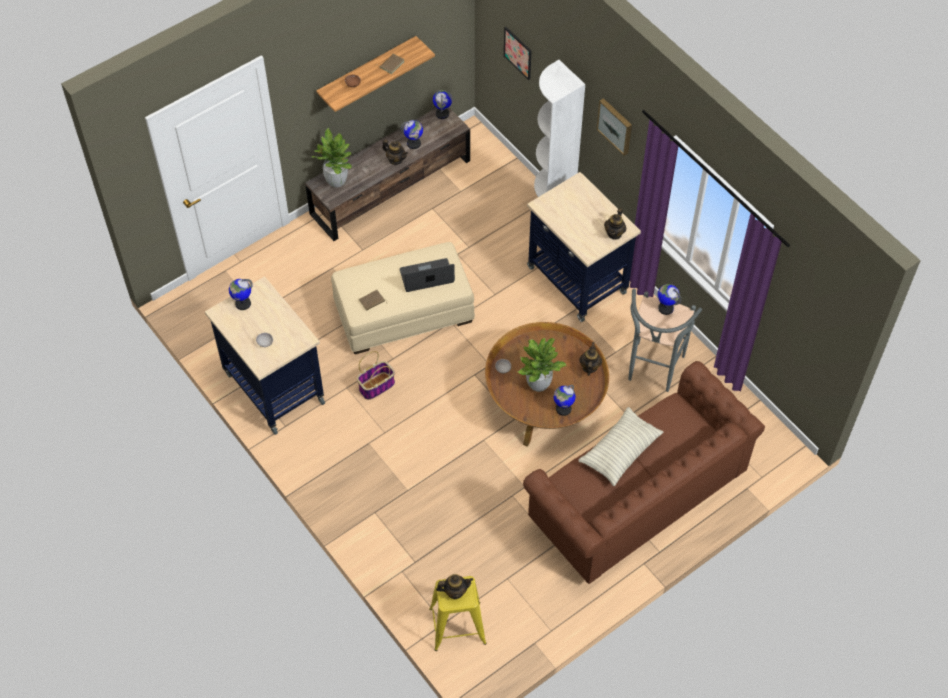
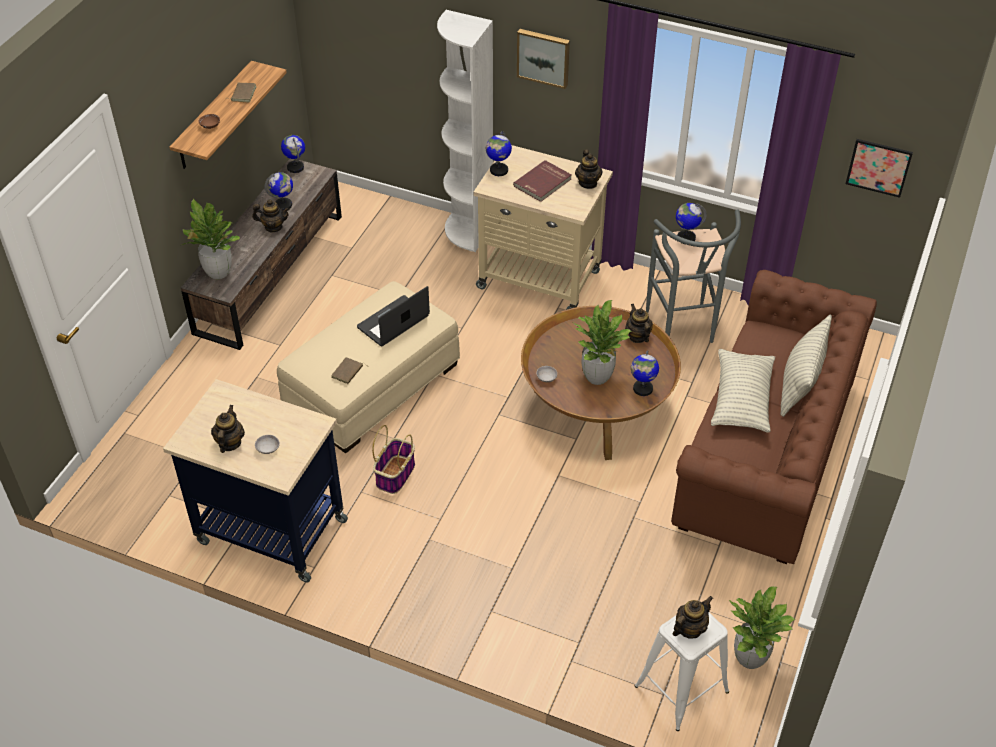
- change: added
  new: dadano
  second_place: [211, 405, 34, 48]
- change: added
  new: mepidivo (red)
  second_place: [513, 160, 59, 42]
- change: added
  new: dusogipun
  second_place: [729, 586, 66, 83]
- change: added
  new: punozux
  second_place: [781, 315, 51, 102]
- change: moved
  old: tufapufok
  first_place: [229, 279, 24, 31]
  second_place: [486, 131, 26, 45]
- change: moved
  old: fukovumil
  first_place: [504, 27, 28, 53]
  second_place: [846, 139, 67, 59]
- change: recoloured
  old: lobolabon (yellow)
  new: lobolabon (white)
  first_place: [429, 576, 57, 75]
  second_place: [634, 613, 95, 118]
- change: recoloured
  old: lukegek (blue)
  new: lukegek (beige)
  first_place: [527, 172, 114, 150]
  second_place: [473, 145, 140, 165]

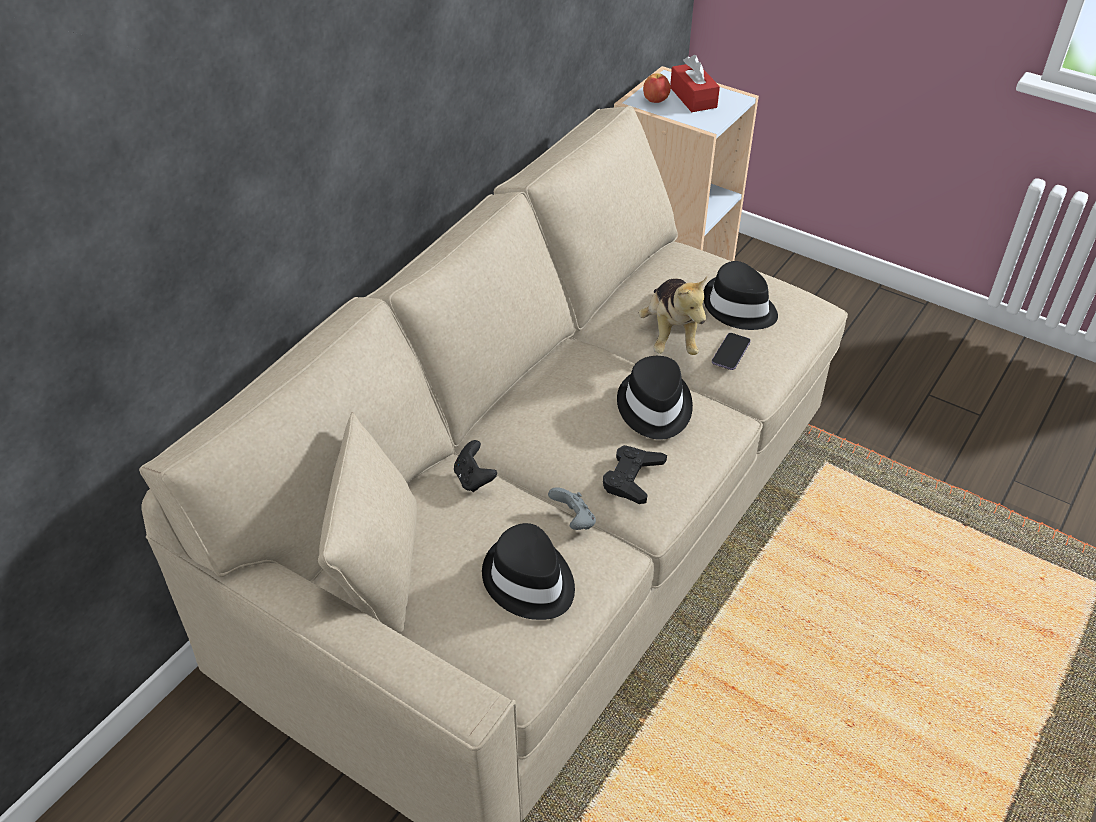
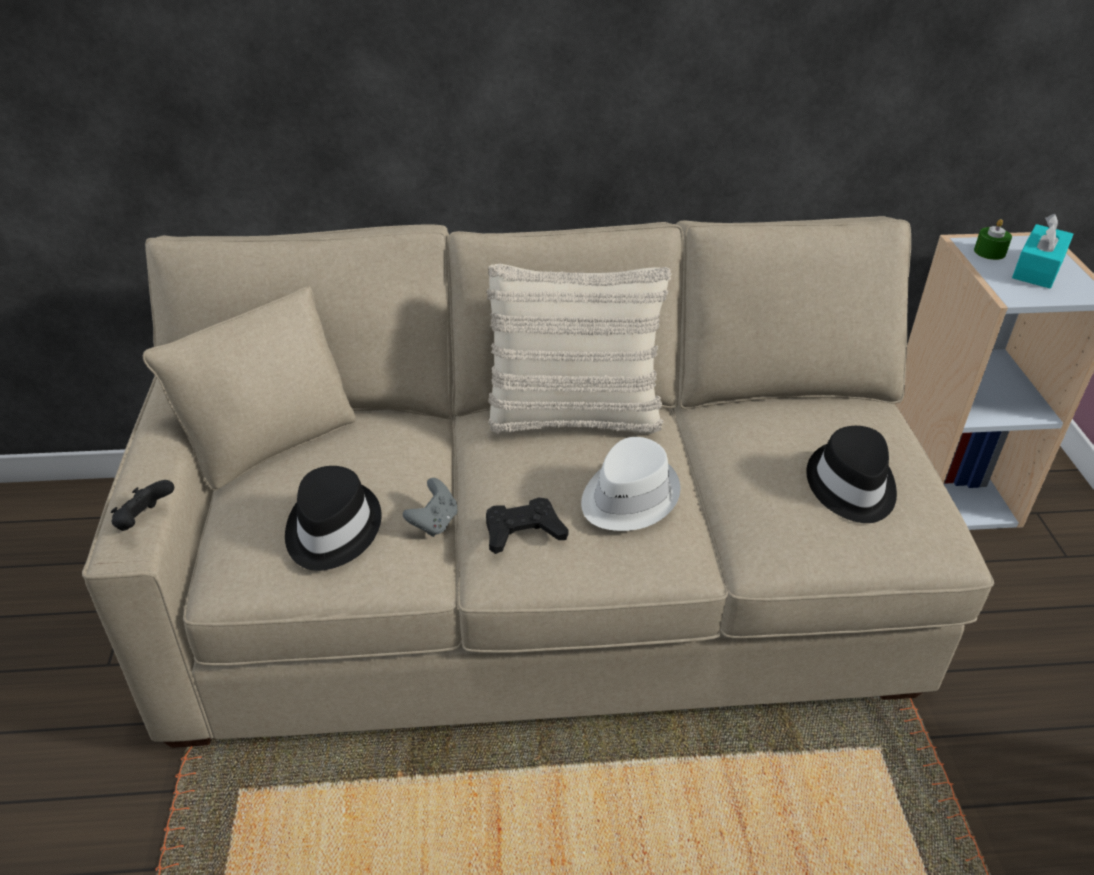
- change: removed
  old: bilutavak
  first_place: [639, 277, 68, 78]
- change: removed
  old: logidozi
  first_place: [712, 333, 39, 37]
- change: added
  new: punozux (beige)
  second_place: [487, 264, 185, 170]
- change: moved
  old: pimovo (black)
  first_place: [454, 440, 43, 52]
  second_place: [111, 480, 63, 51]
- change: replaced
  old: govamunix
  new: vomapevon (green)
  first_place: [643, 73, 28, 30]
  second_place: [974, 219, 38, 41]
- change: recoloured
  old: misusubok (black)
  new: misusubok (white)
  first_place: [617, 356, 76, 84]
  second_place: [581, 437, 99, 94]
- change: recoloured
  old: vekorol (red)
  new: vekorol (turquoise)
  first_place: [670, 55, 50, 57]
  second_place: [1012, 214, 62, 75]

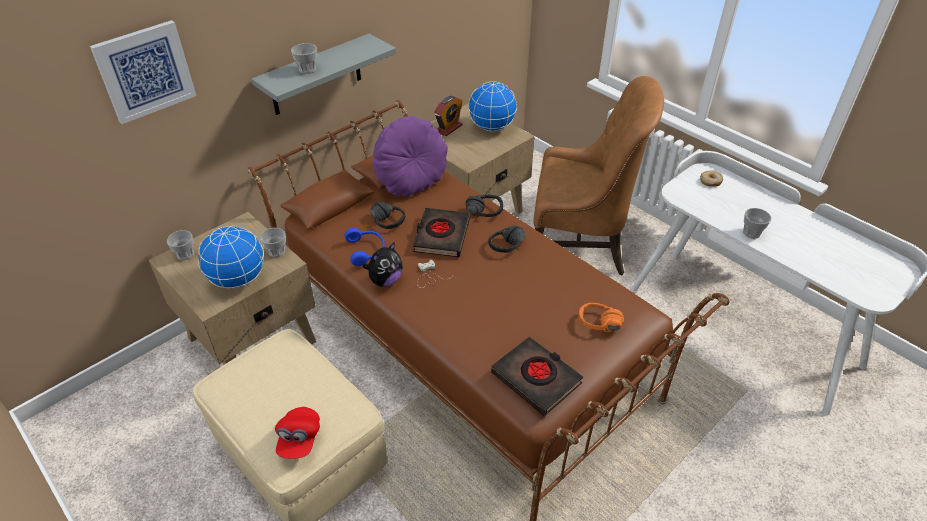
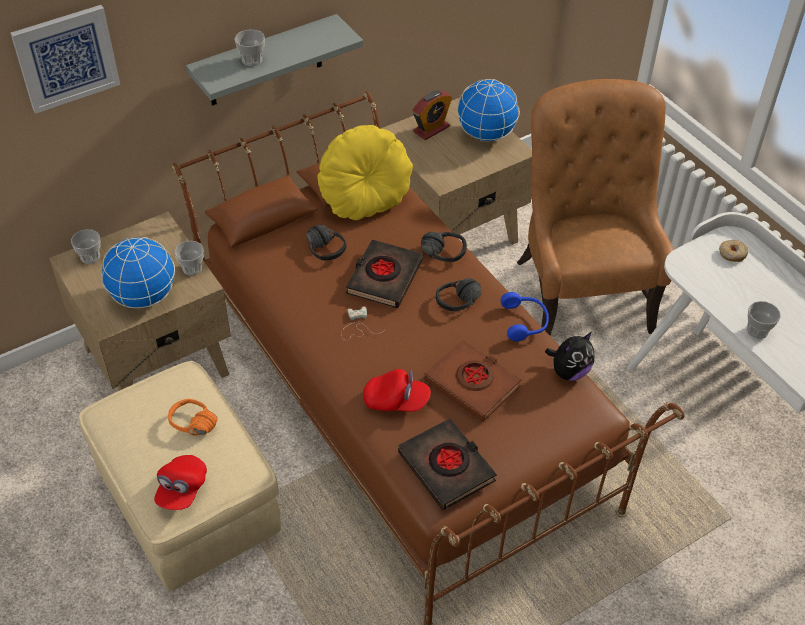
- change: added
  new: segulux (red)
  second_place: [363, 369, 68, 43]
- change: added
  new: mepidivo (brown)
  second_place: [424, 340, 98, 81]
- change: moved
  old: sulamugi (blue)
  first_place: [345, 228, 40, 38]
  second_place: [501, 292, 48, 49]
- change: moved
  old: bilutavak
  first_place: [363, 242, 40, 45]
  second_place: [545, 332, 49, 49]
- change: moved
  old: sulamugi (orange)
  first_place: [578, 303, 46, 29]
  second_place: [168, 399, 49, 37]
- change: recoloured
  old: punozux (purple)
  new: punozux (yellow)
  first_place: [373, 116, 75, 81]
  second_place: [317, 125, 96, 95]
- change: turned
  old: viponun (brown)
  first_place: [533, 76, 131, 200]
  second_place: [517, 79, 157, 256]
  degrees: -120

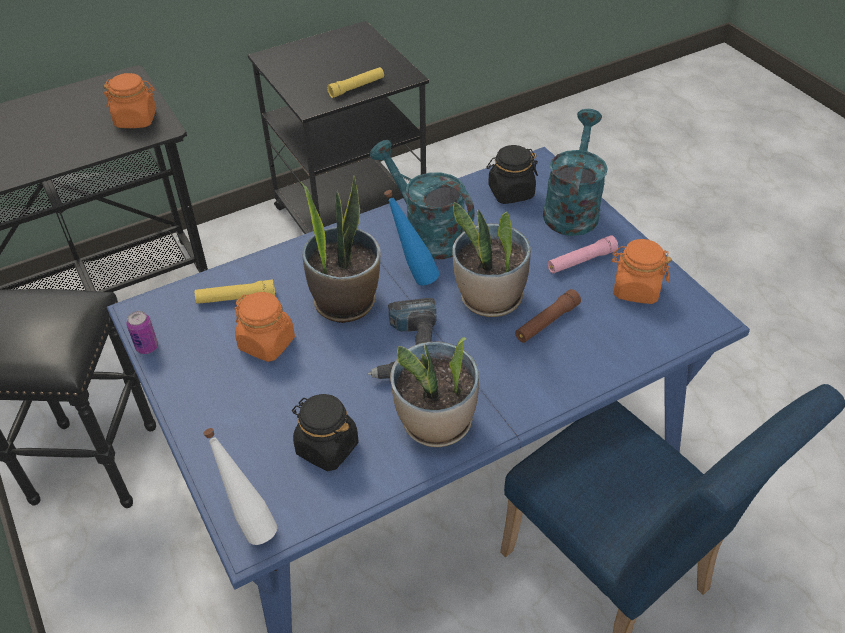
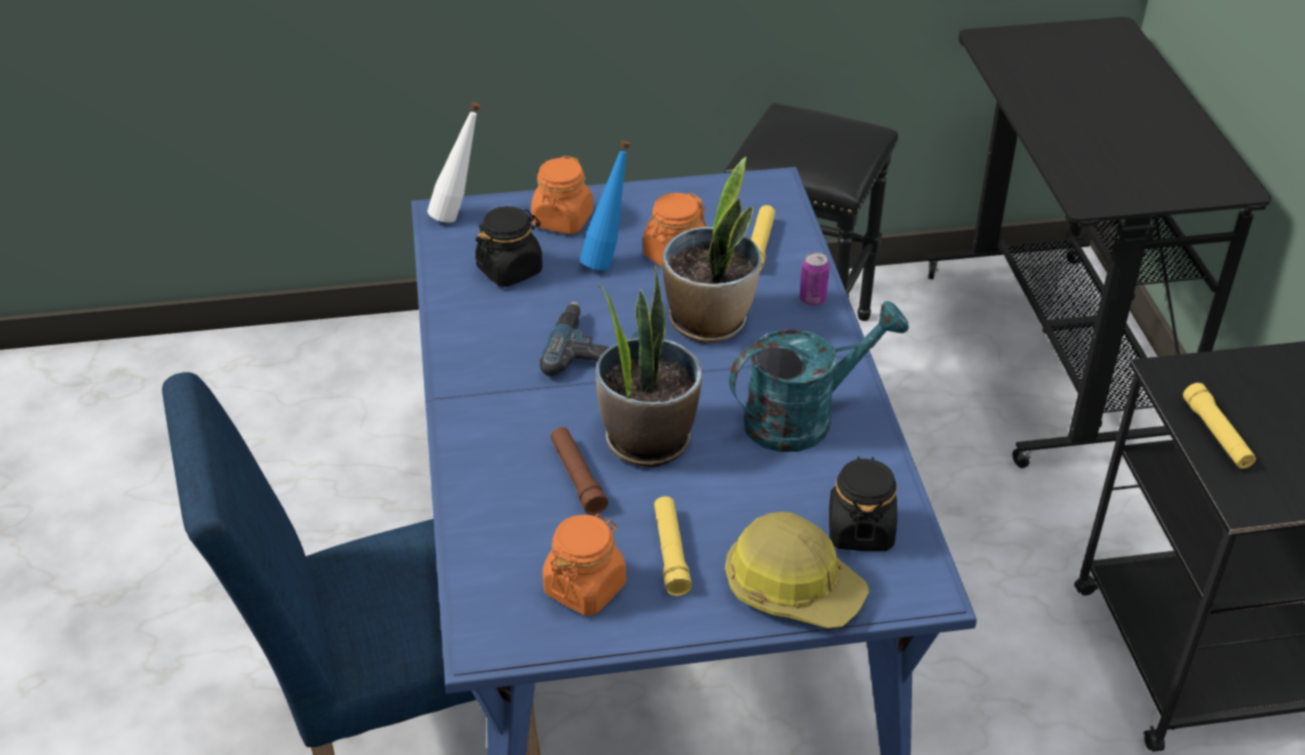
- change: removed
  old: dusogipun
  first_place: [390, 337, 89, 110]
- change: moved
  old: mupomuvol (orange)
  first_place: [104, 73, 52, 55]
  second_place: [531, 156, 62, 78]
- change: moved
  old: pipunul
  first_place: [126, 311, 32, 43]
  second_place: [800, 252, 30, 54]
- change: moved
  old: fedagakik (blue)
  first_place: [384, 190, 56, 95]
  second_place: [580, 141, 50, 129]
- change: replaced
  old: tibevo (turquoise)
  new: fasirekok
  first_place: [543, 109, 65, 127]
  second_place: [725, 512, 145, 116]
- change: recoloured
  old: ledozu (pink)
  new: ledozu (yellow)
  first_place: [547, 235, 71, 39]
  second_place: [654, 496, 38, 100]

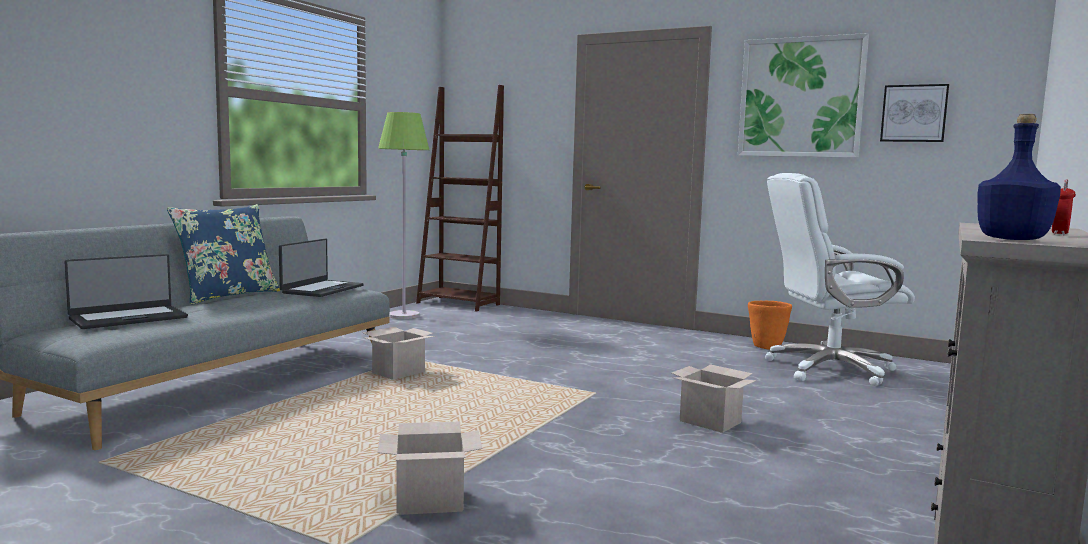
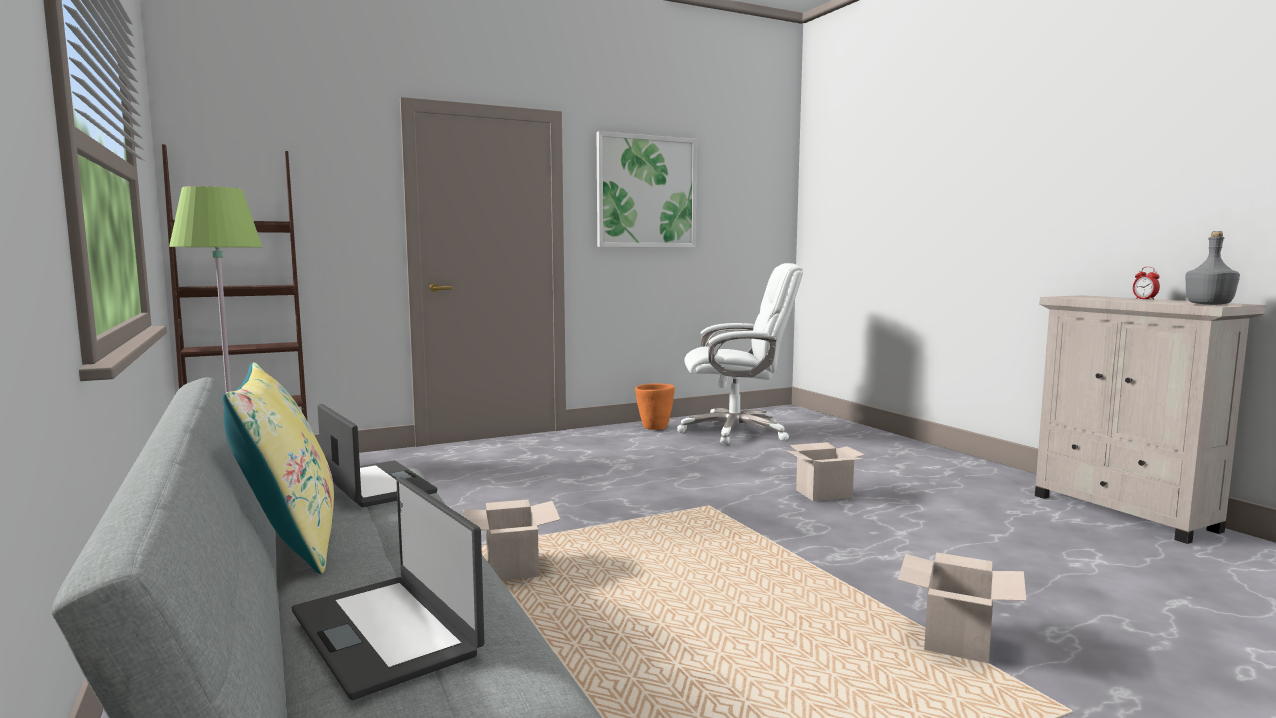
- change: removed
  old: fukovumil
  first_place: [880, 84, 69, 58]
- change: recoloured
  old: punozux (blue)
  new: punozux (yellow)
  first_place: [167, 204, 114, 100]
  second_place: [223, 362, 111, 212]
- change: recoloured
  old: fedagakik (blue)
  new: fedagakik (grey)
  first_place: [978, 114, 83, 126]
  second_place: [1185, 231, 55, 74]
- change: turned
  old: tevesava
  first_place: [64, 254, 124, 75]
  second_place: [292, 477, 192, 223]
  degrees: 150
- change: turned
  old: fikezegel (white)
  first_place: [765, 173, 150, 213]
  second_place: [677, 263, 126, 181]
  degrees: -120

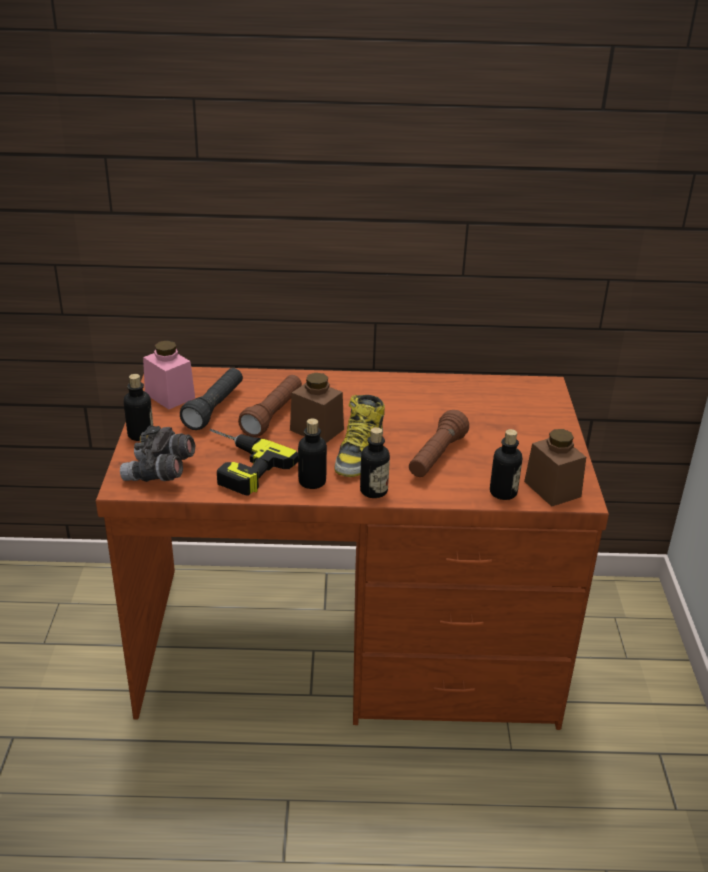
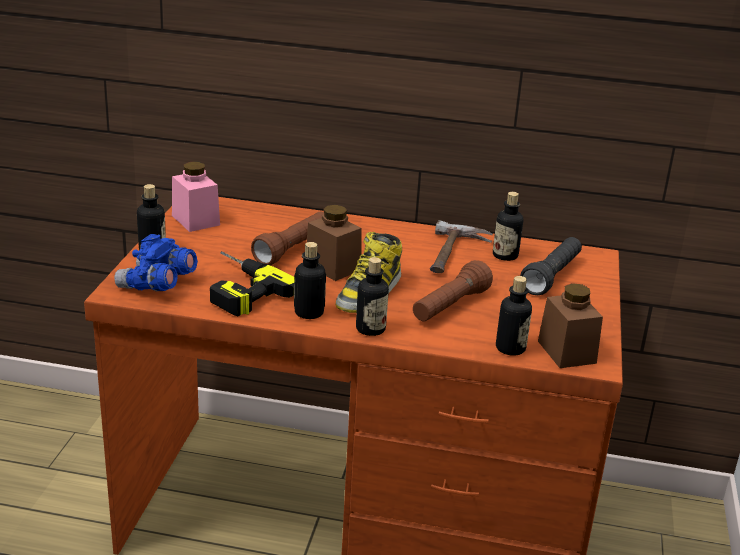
- change: added
  new: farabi
  second_place: [430, 220, 63, 53]
- change: added
  new: fedagakik
  second_place: [493, 192, 30, 69]
- change: moved
  old: ledozu (black)
  first_place: [180, 368, 63, 62]
  second_place: [520, 237, 62, 58]
- change: recoloured
  old: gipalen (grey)
  new: gipalen (blue)
  first_place: [120, 426, 75, 56]
  second_place: [114, 234, 84, 57]

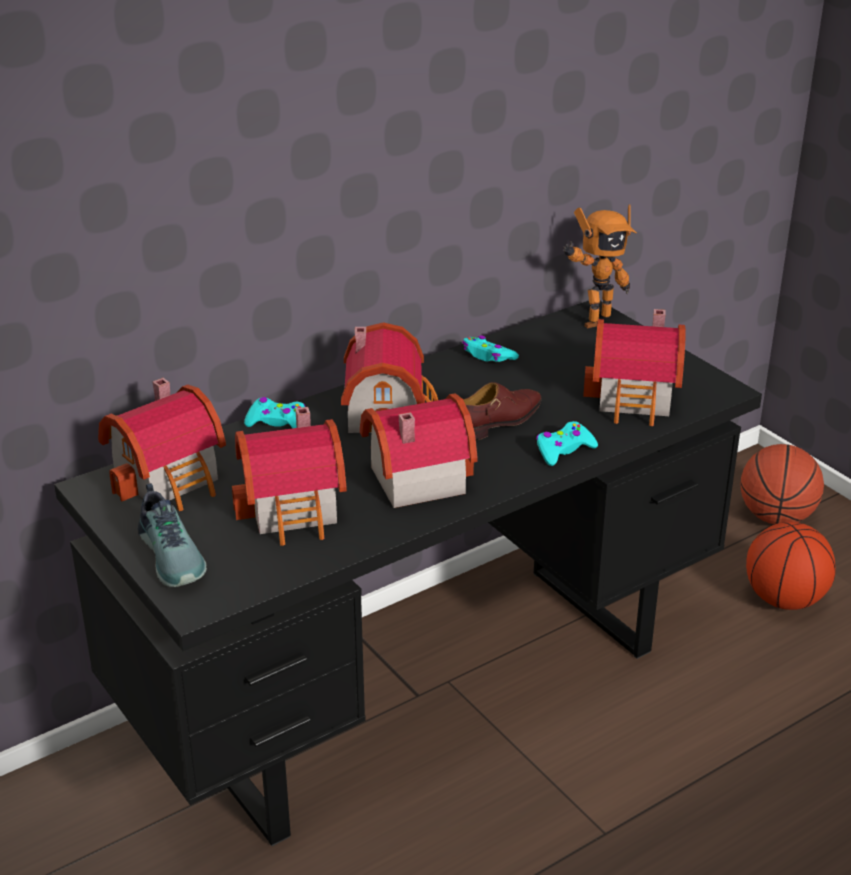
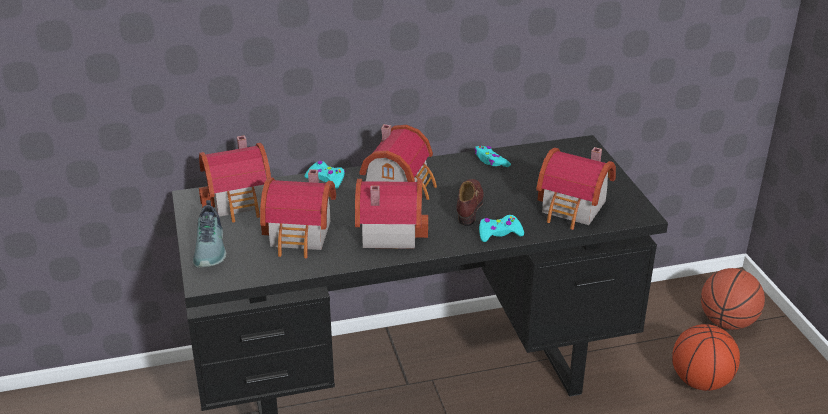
- change: removed
  old: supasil
  first_place: [563, 205, 74, 124]
- change: turned
  old: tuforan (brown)
  first_place: [463, 382, 79, 58]
  second_place: [456, 179, 27, 47]
  degrees: -60

